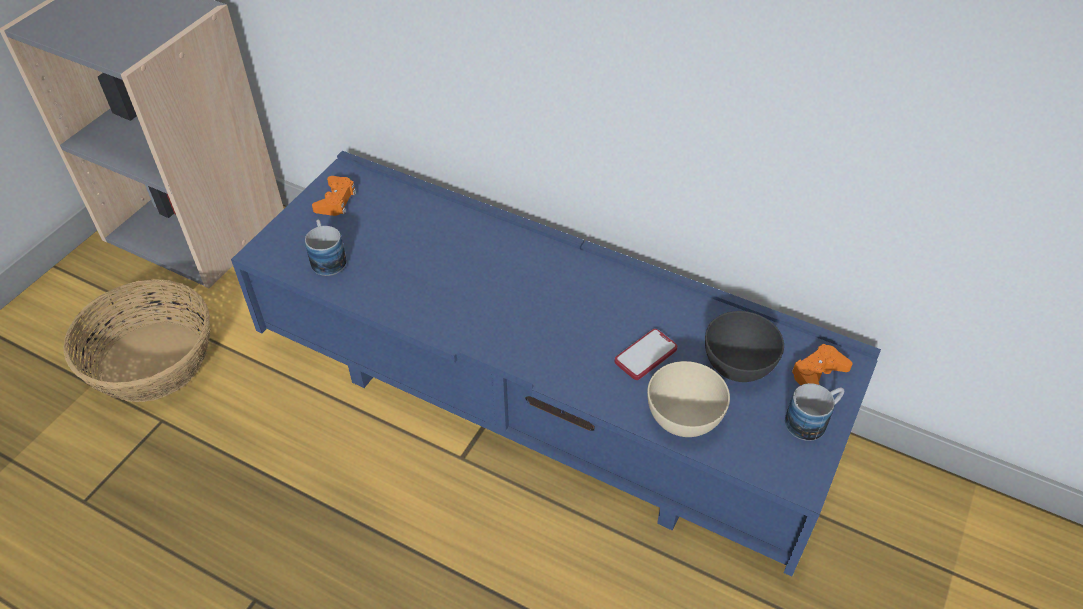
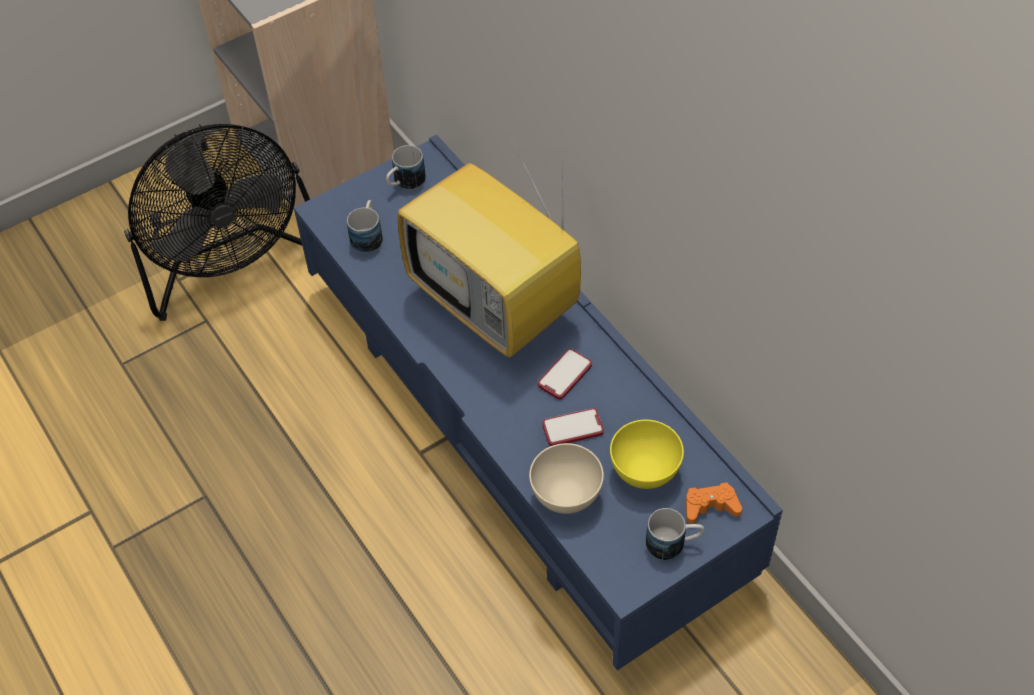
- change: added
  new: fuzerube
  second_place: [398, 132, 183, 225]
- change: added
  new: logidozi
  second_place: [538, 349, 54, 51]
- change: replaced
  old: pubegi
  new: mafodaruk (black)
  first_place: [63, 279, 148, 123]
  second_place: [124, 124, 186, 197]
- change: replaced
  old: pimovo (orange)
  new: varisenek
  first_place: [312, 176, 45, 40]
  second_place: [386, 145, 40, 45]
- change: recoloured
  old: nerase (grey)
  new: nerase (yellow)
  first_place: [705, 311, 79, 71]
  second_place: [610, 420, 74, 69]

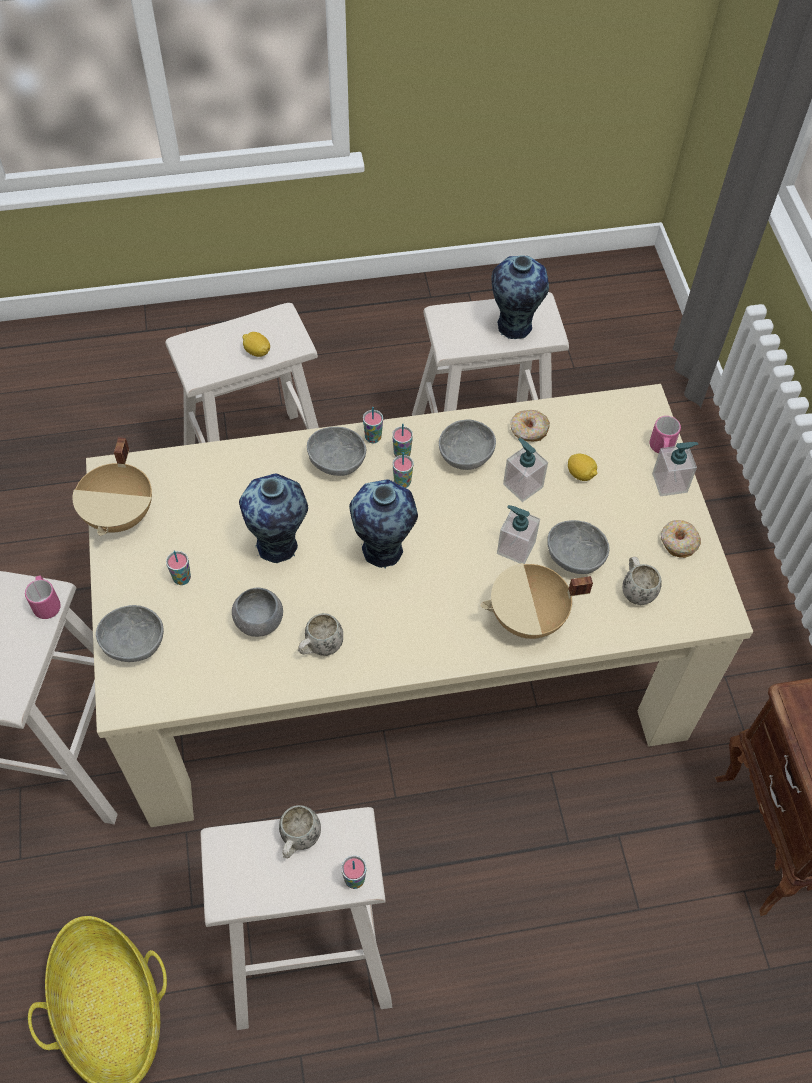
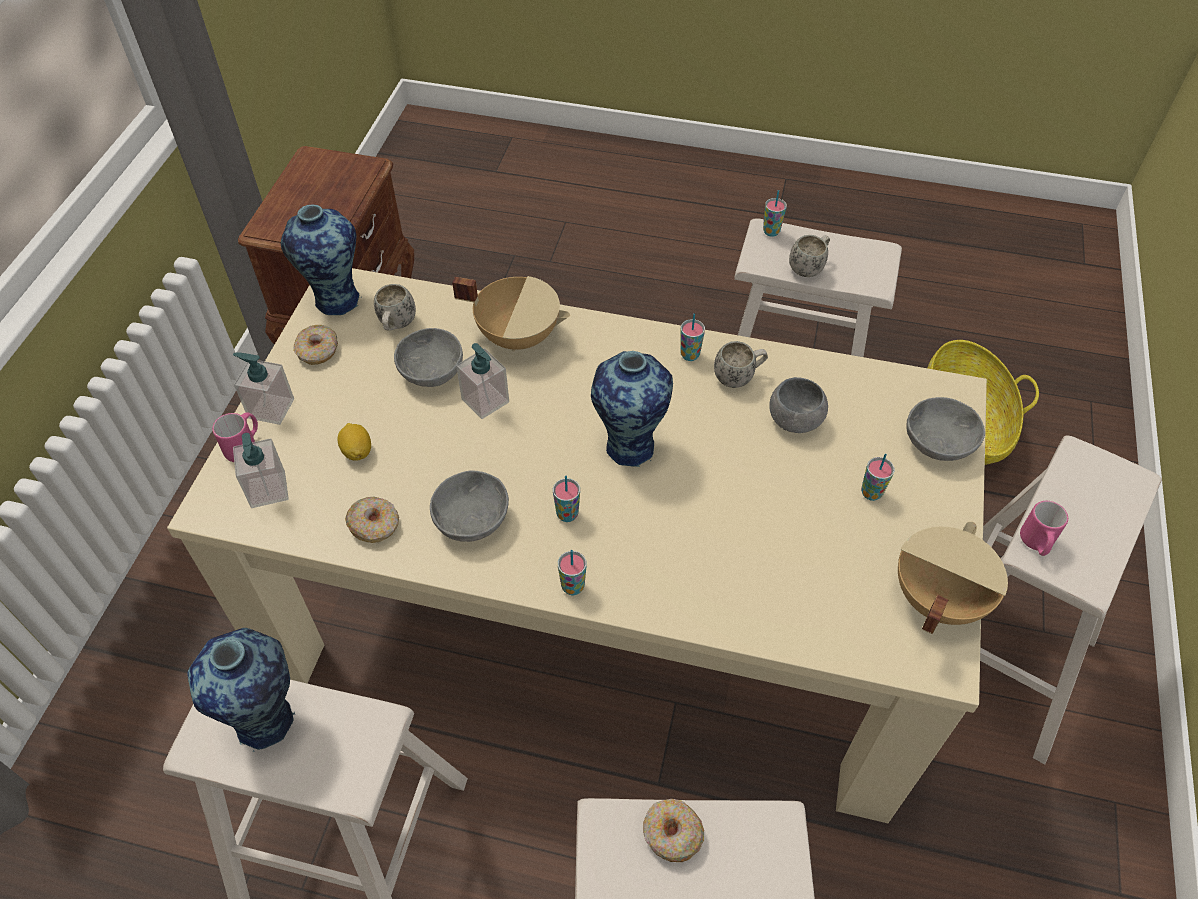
- change: removed
  old: nerase (grey)
  first_place: [307, 427, 59, 49]
- change: moved
  old: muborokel
  first_place: [239, 473, 69, 90]
  second_place: [281, 204, 81, 111]
- change: moved
  old: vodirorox
  first_place: [392, 424, 21, 33]
  second_place: [680, 313, 25, 48]
- change: moved
  old: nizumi
  first_place: [503, 438, 45, 64]
  second_place: [233, 433, 56, 75]
- change: replaced
  old: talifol
  new: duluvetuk
  first_place: [243, 332, 27, 25]
  second_place: [643, 799, 61, 63]

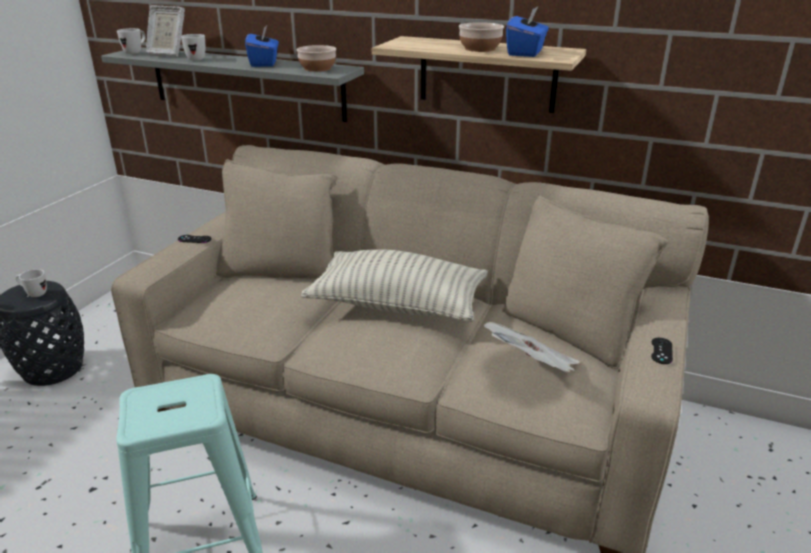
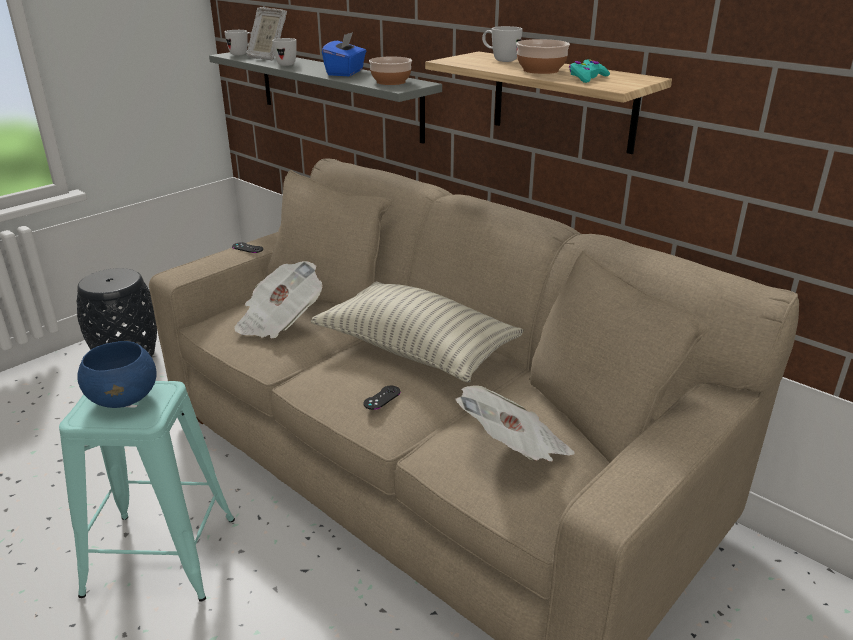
- change: added
  new: nerase (blue)
  second_place: [77, 341, 80, 67]
- change: added
  new: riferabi
  second_place: [234, 261, 88, 78]
- change: moved
  old: varisenek (white)
  first_place: [16, 269, 31, 28]
  second_place: [482, 26, 41, 36]
- change: moved
  old: pimovo (black)
  first_place: [651, 338, 22, 26]
  second_place: [363, 386, 38, 24]
- change: replaced
  old: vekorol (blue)
  new: pimovo (turquoise)
  first_place: [506, 6, 43, 51]
  second_place: [569, 59, 41, 24]

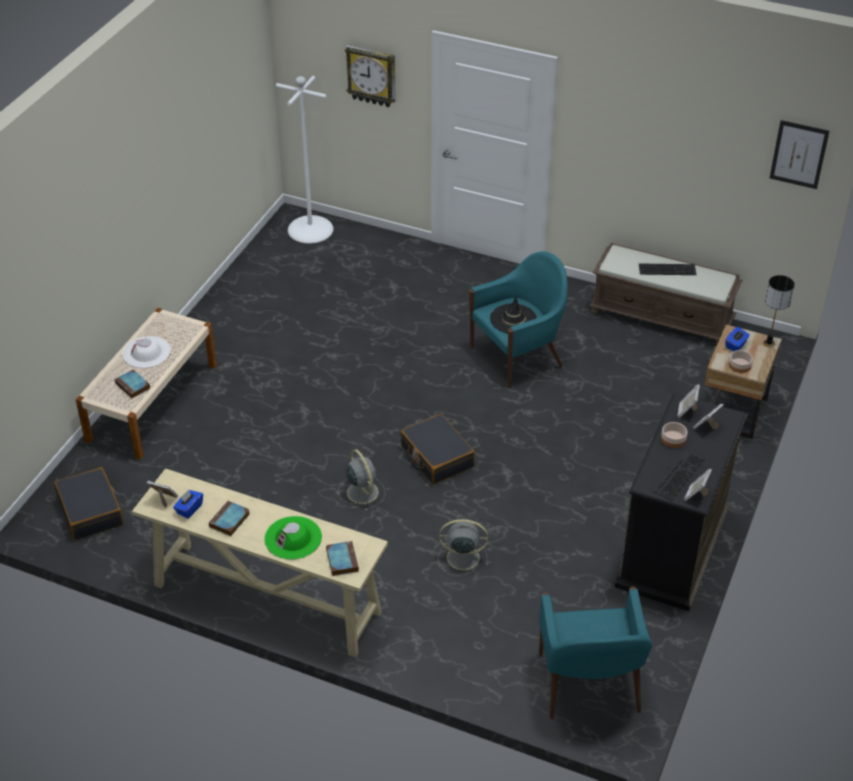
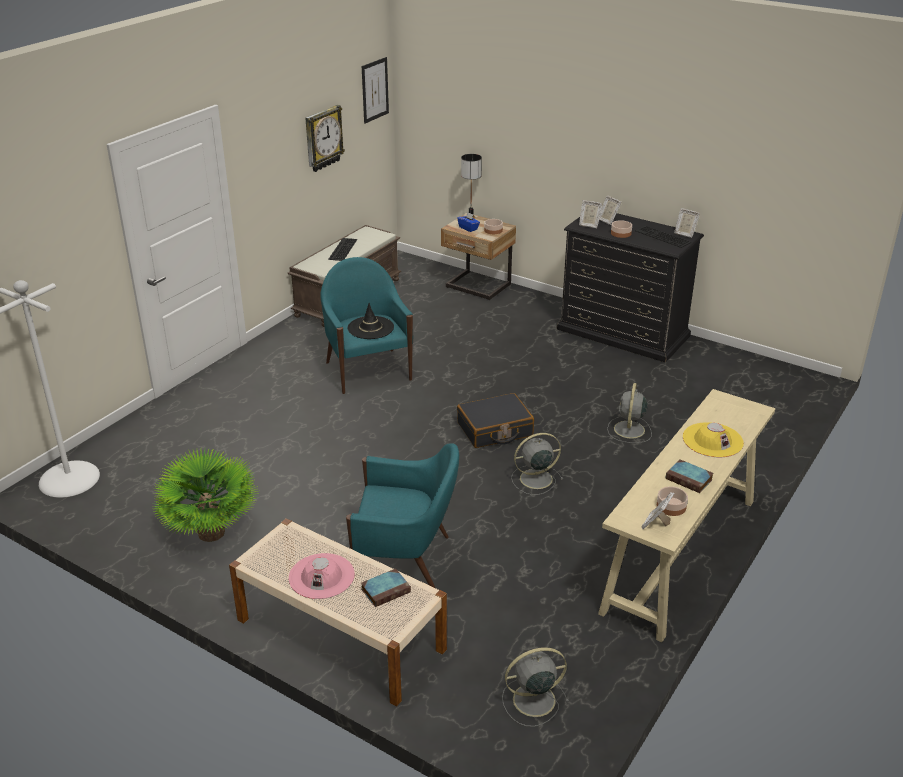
- change: removed
  old: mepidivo
  first_place: [326, 541, 33, 35]
- change: added
  new: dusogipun
  second_place: [152, 449, 107, 93]
- change: moved
  old: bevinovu
  first_place: [345, 45, 51, 62]
  second_place: [305, 105, 40, 67]
- change: moved
  old: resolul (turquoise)
  first_place: [539, 586, 113, 133]
  second_place: [346, 443, 113, 151]
- change: replaced
  old: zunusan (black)
  new: mafodaruk (grey)
  first_place: [54, 467, 69, 73]
  second_place: [502, 647, 67, 80]
- change: replaced
  old: vekorol (blue)
  new: nerase
  first_place: [173, 490, 30, 29]
  second_place: [657, 486, 31, 30]
- change: recoloured
  old: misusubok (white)
  new: misusubok (pink)
  first_place: [122, 336, 49, 32]
  second_place: [289, 553, 66, 46]
- change: recoloured
  old: misusubok (green)
  new: misusubok (yellow)
  first_place: [264, 516, 58, 44]
  second_place: [683, 422, 61, 35]

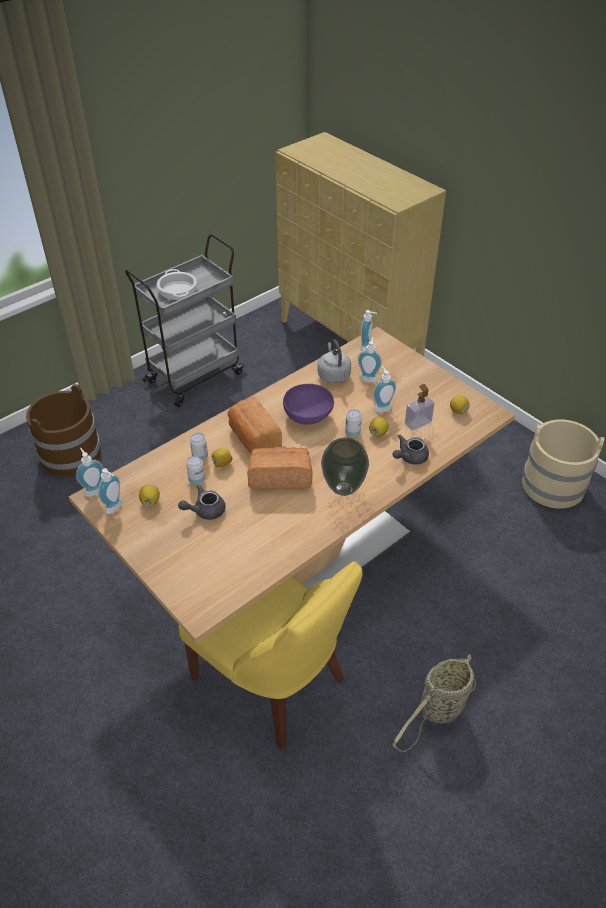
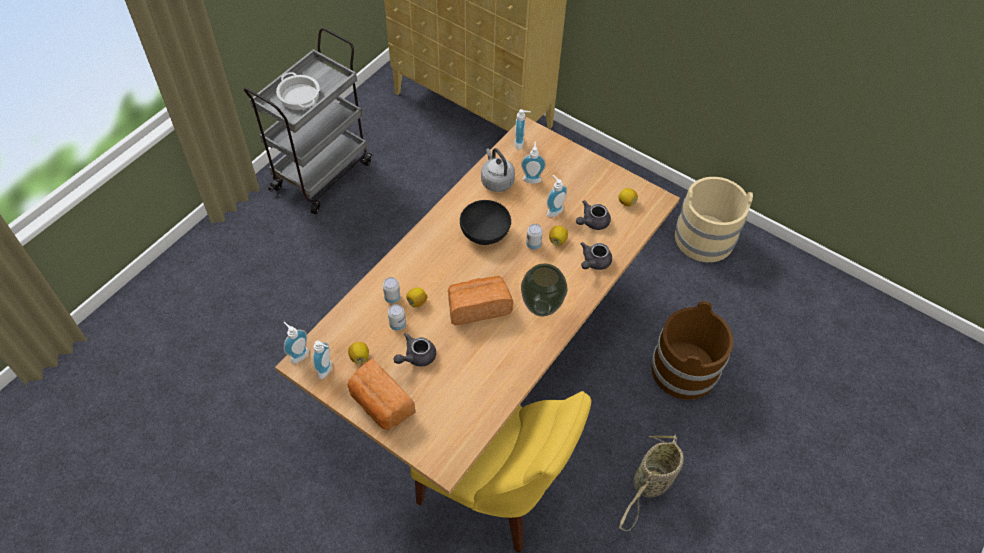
- change: moved
  old: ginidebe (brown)
  first_place: [26, 384, 75, 93]
  second_place: [651, 301, 82, 99]
- change: moved
  old: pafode
  first_place: [228, 396, 54, 57]
  second_place: [348, 358, 67, 72]
- change: replaced
  old: nizumi
  new: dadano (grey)
  first_place: [405, 384, 30, 47]
  second_place: [576, 200, 35, 30]
- change: recoloured
  old: nerase (purple)
  new: nerase (black)
  first_place: [283, 384, 51, 41]
  second_place: [460, 200, 51, 45]

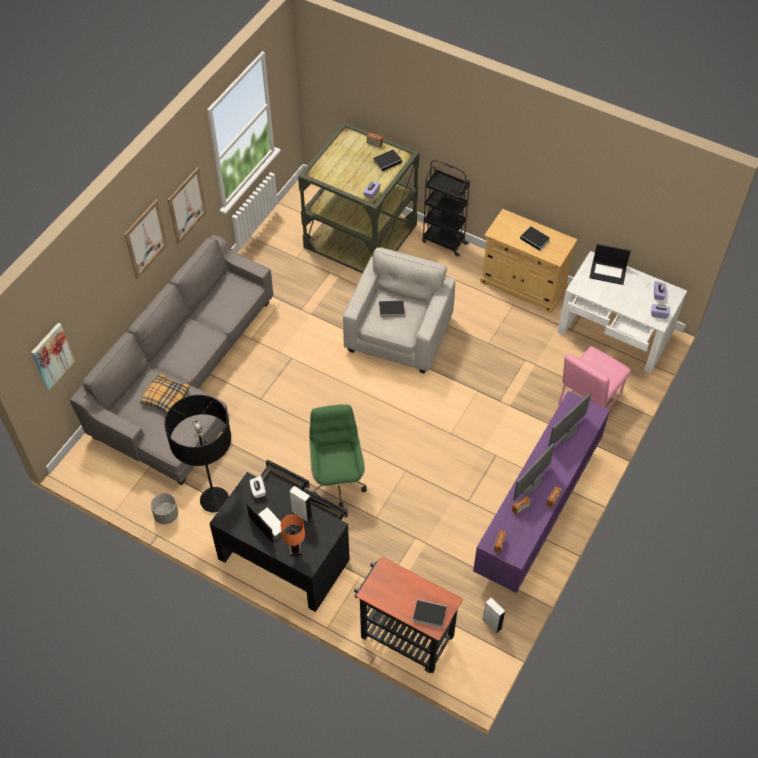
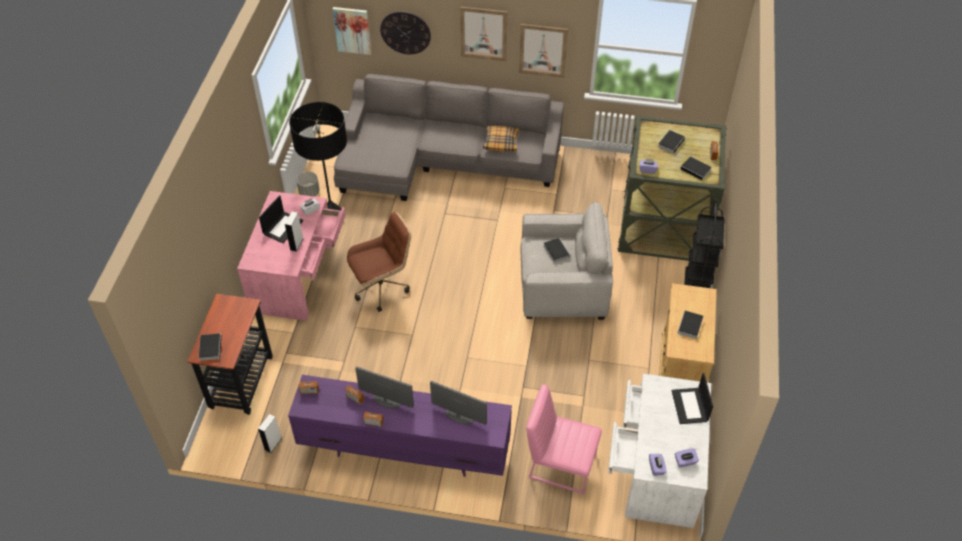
- change: removed
  old: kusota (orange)
  first_place: [280, 514, 25, 42]
- change: added
  new: bevinovu
  second_place: [380, 11, 51, 43]
- change: added
  new: mepidivo
  second_place: [658, 130, 27, 24]
- change: moved
  old: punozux
  first_place: [140, 373, 49, 41]
  second_place: [483, 126, 36, 26]
- change: recoloured
  old: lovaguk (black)
  new: lovaguk (pink)
  first_place: [209, 460, 141, 152]
  second_place: [237, 191, 109, 130]
- change: recoloured
  old: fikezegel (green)
  new: fikezegel (brown)
  first_place: [309, 403, 58, 104]
  second_place: [347, 212, 64, 100]

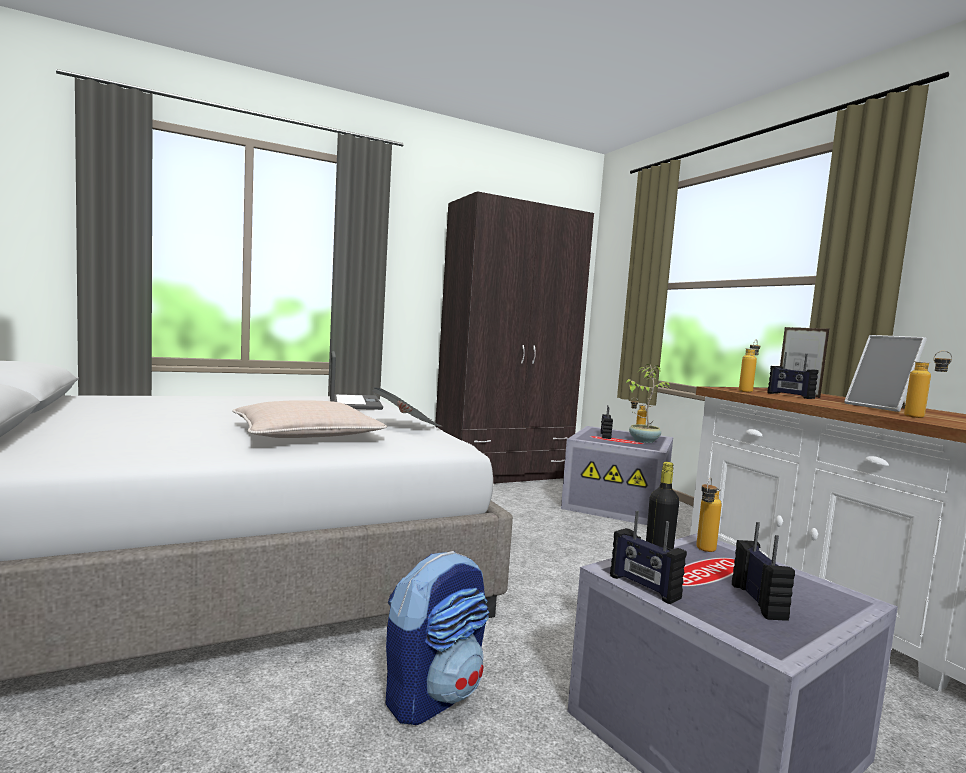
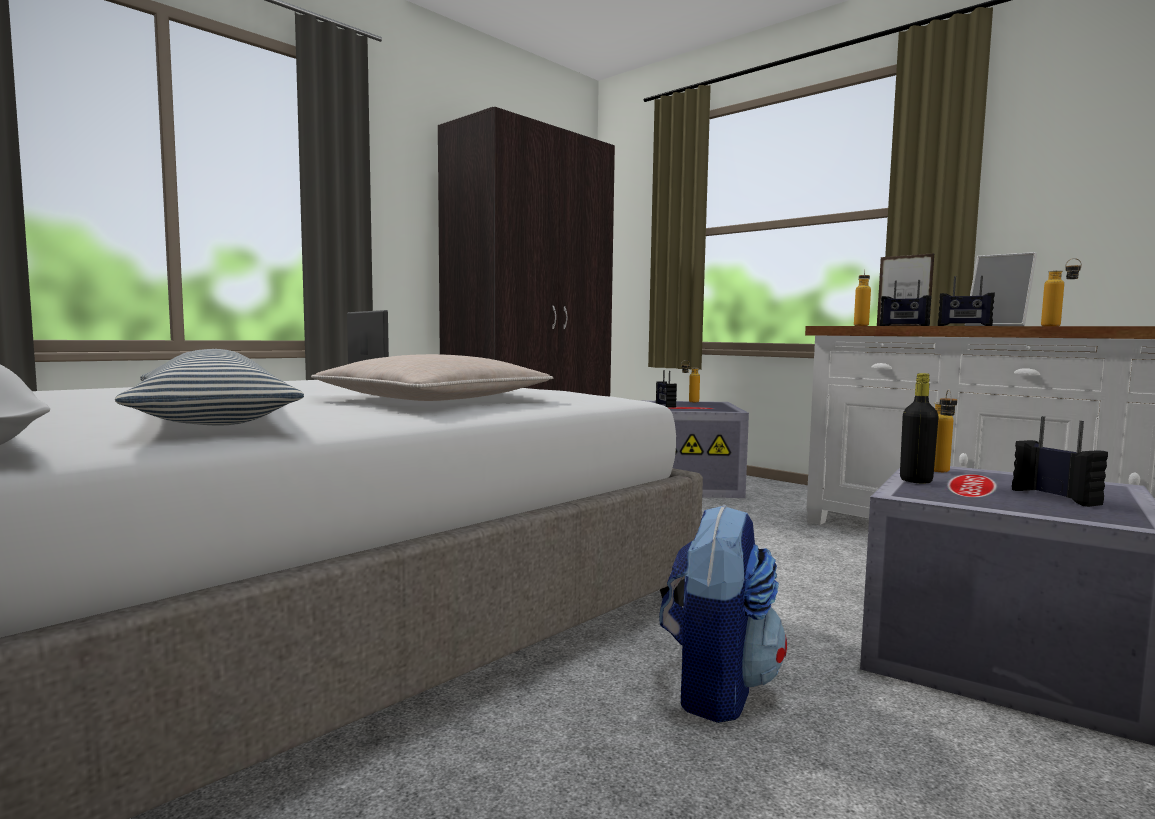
- change: removed
  old: riferabi
  first_place: [372, 387, 70, 40]
- change: removed
  old: dusogipun
  first_place: [625, 364, 45, 79]
- change: added
  new: punozux
  second_place: [115, 349, 189, 76]
- change: moved
  old: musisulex
  first_place: [610, 511, 77, 93]
  second_place: [938, 276, 57, 50]

